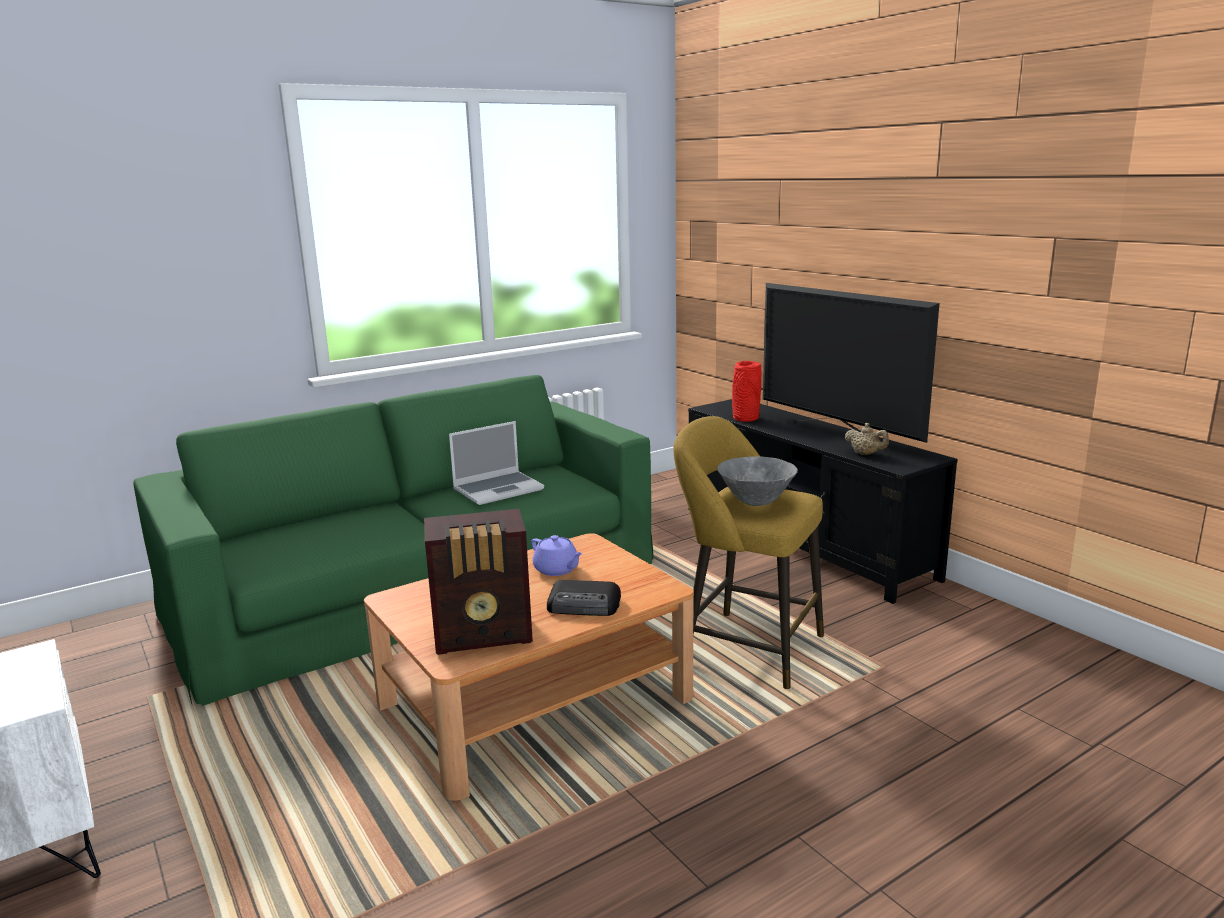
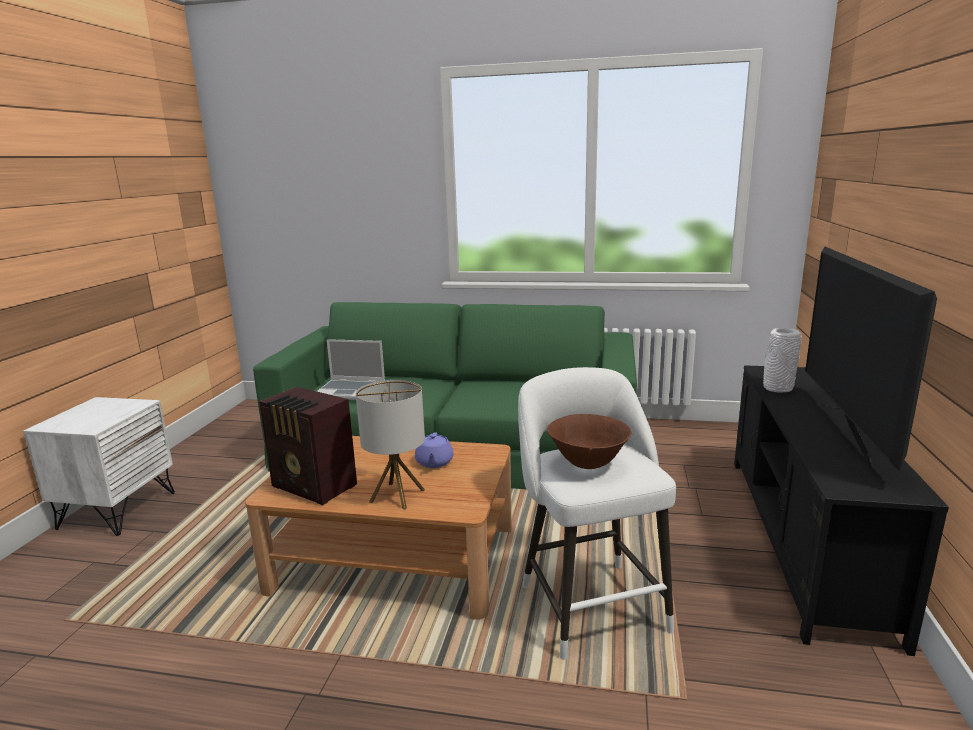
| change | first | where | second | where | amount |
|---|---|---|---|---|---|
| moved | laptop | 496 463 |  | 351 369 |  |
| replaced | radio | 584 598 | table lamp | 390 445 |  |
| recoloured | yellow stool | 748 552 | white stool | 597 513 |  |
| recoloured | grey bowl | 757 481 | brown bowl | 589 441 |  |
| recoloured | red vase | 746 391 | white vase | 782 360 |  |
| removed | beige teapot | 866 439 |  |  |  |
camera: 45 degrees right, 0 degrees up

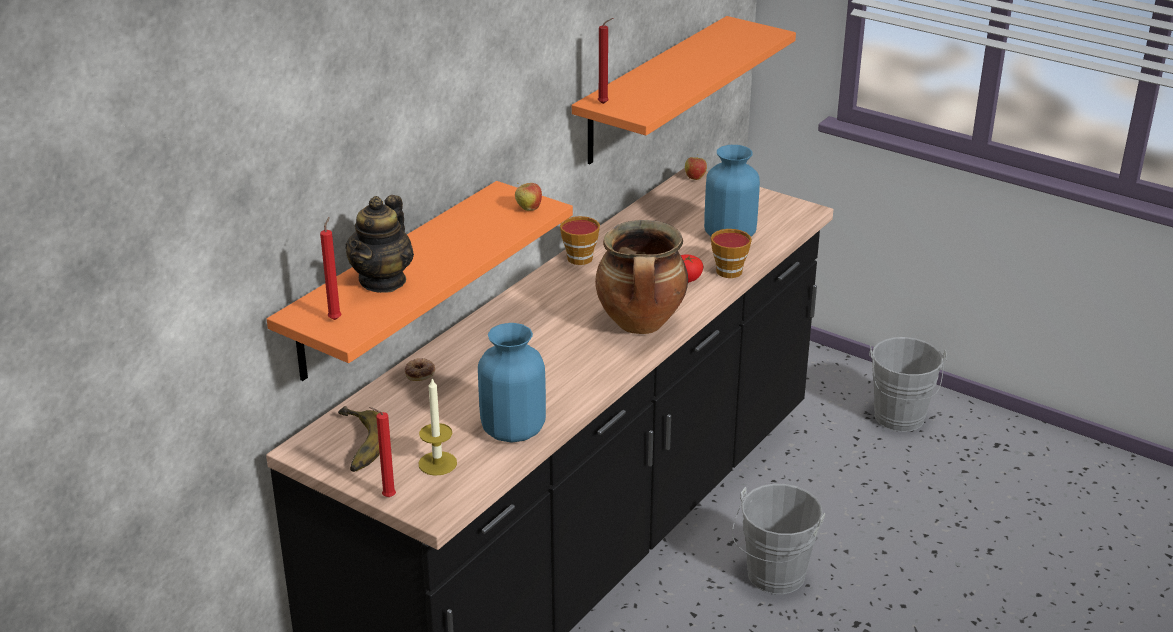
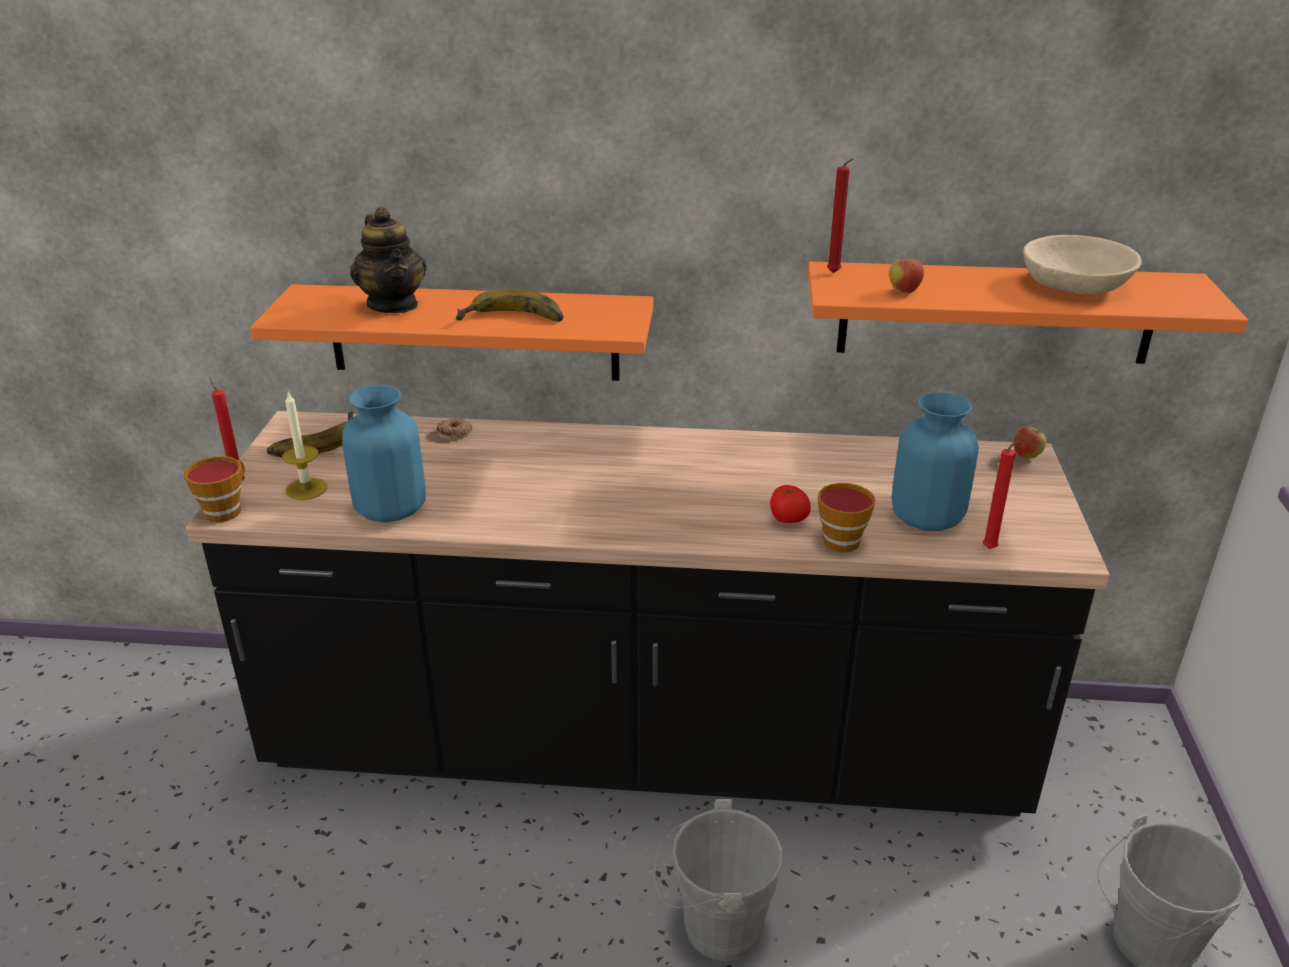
| change | first | where | second | where | amount |
|---|---|---|---|---|---|
| moved | cup | 580 240 |  | 214 489 |  |
| turned | teapot | 379 244 |  | 388 260 | 105 degrees counterclockwise |
| added |  |  | banana | 509 305 |  |
| moved | apple | 528 197 |  | 906 274 |  |
| moved | red candle | 330 268 |  | 1003 493 |  |
| added |  |  | beige bowl | 1082 264 |  |
| removed | cooking pot | 641 277 |  |  |  |
camera: 60 degrees right, 0 degrees up

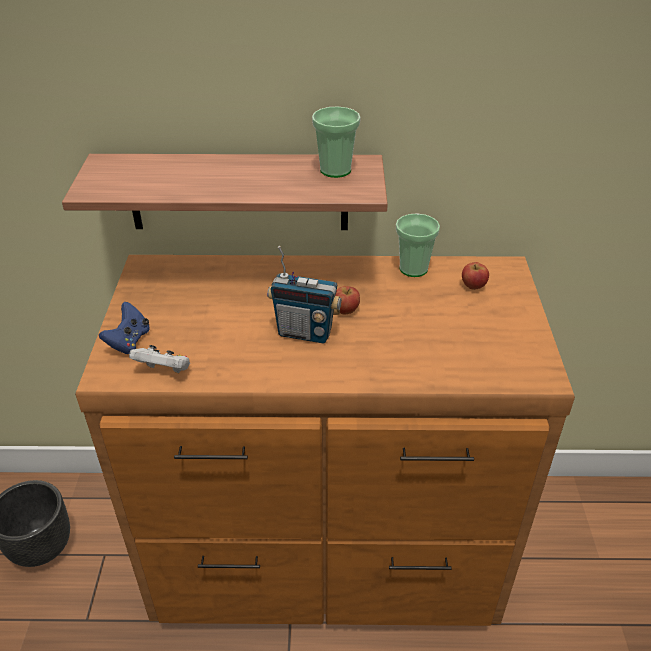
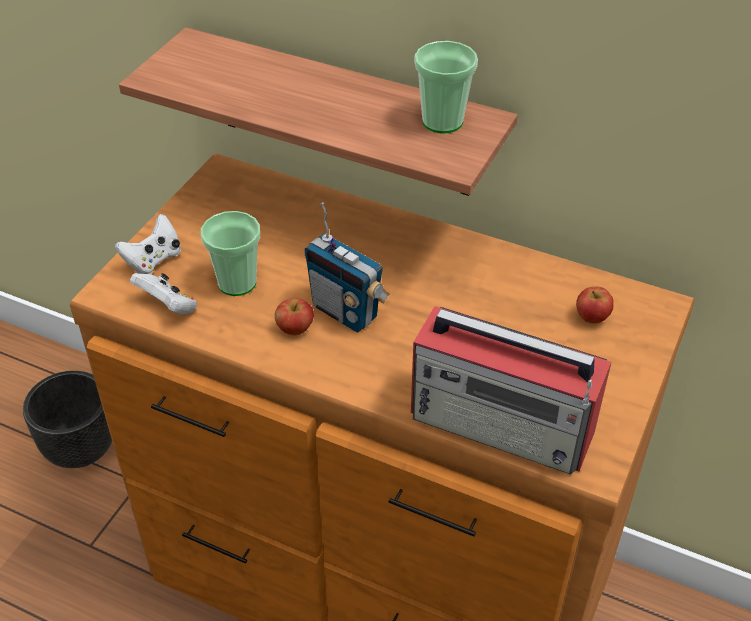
| change | first | where | second | where | amount |
|---|---|---|---|---|---|
| recoloured | blue game controller | 124 328 | white game controller | 148 244 |  |
| moved | cup | 418 245 |  | 230 253 |  |
| moved | apple | 348 300 |  | 294 316 |  |
| added |  |  | radio | 511 390 |  |
camera: 25 degrees right, 5 degrees up

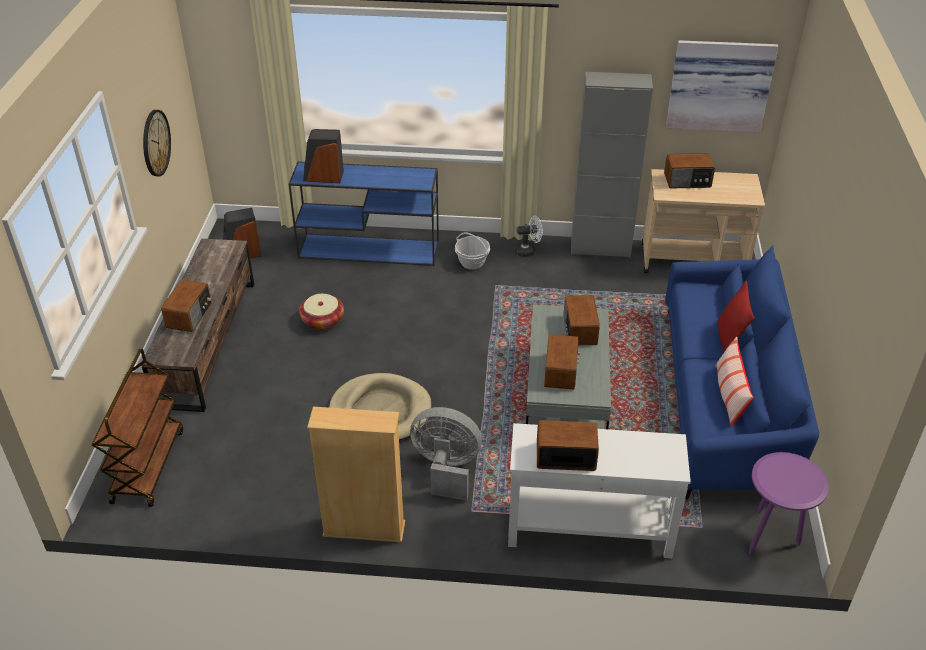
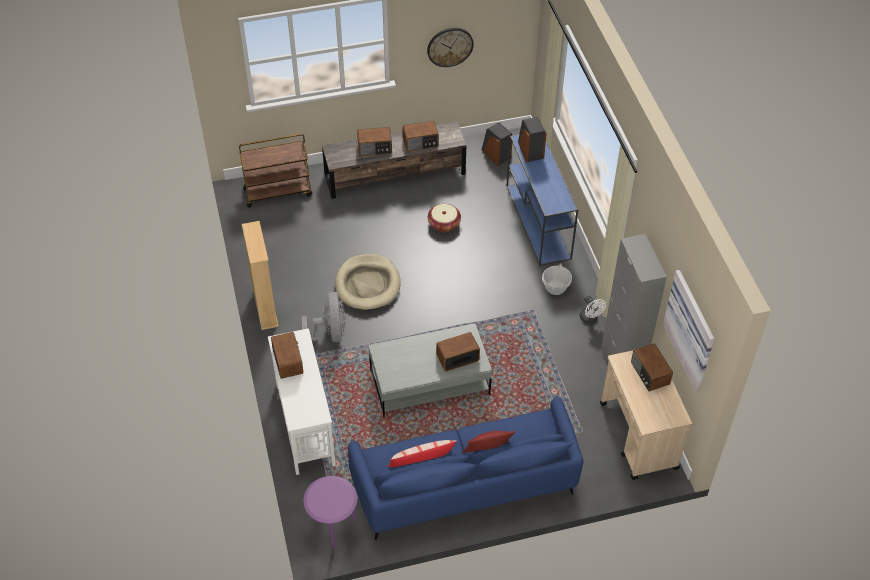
| change | first | where | second | where | amount |
|---|---|---|---|---|---|
| moved | radio | 562 361 |  | 420 136 |  |
camera: 70 degrees right, 10 degrees up

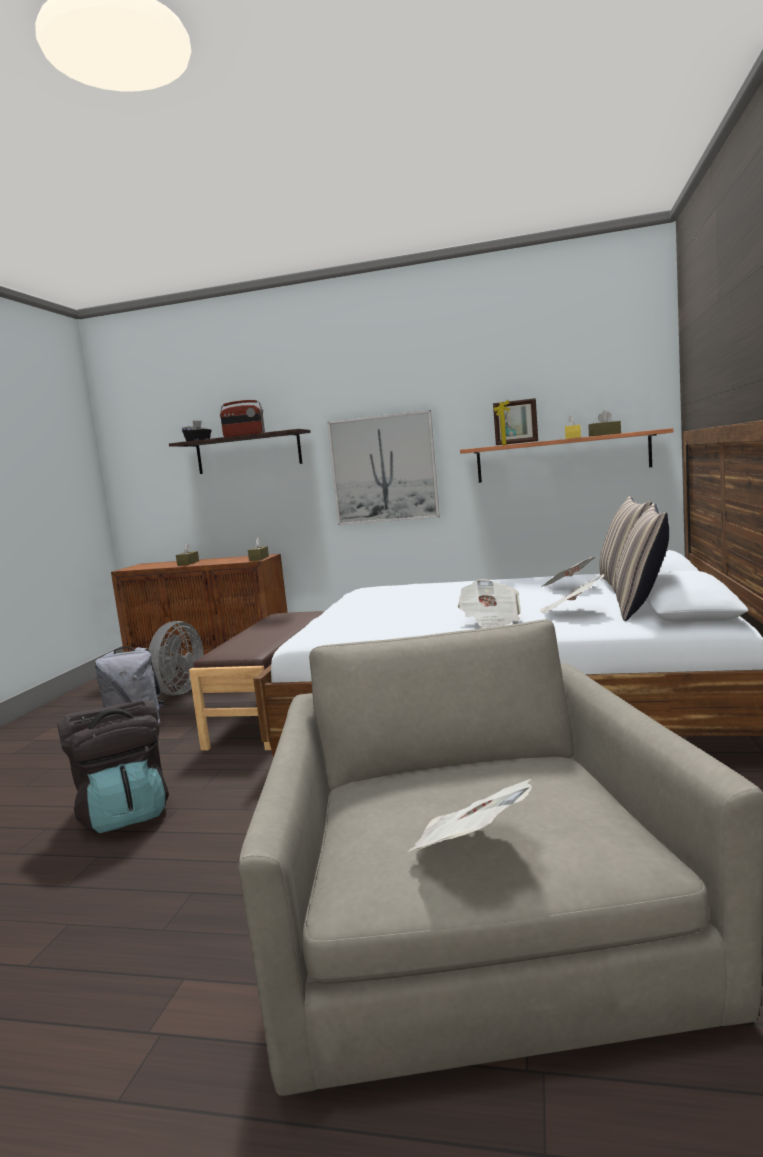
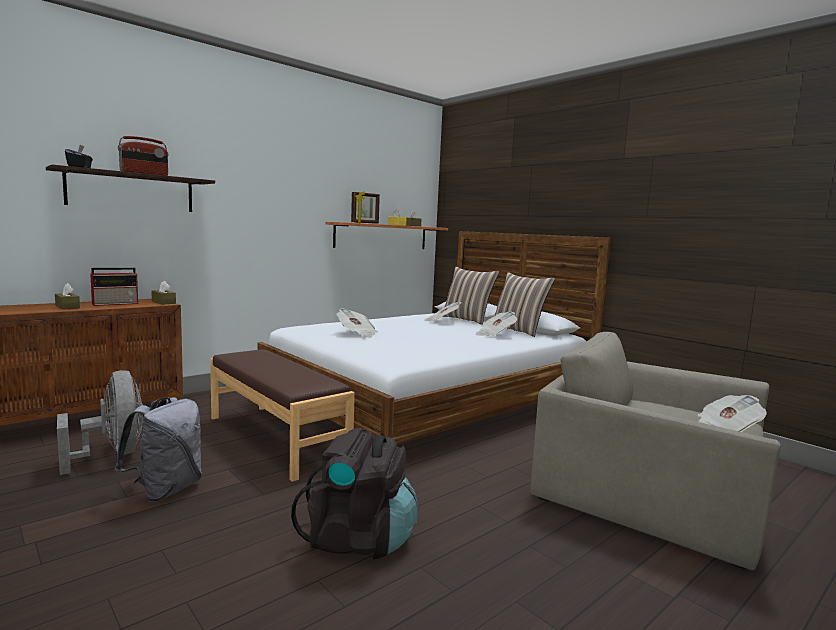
| change | first | where | second | where | amount |
|---|---|---|---|---|---|
| added |  |  | radio | 114 287 |  |
| moved | newspaper | 489 603 |  | 357 323 |  |
| removed | picture | 383 467 |  |  |  |
camera: 55 degrees left, 0 degrees up

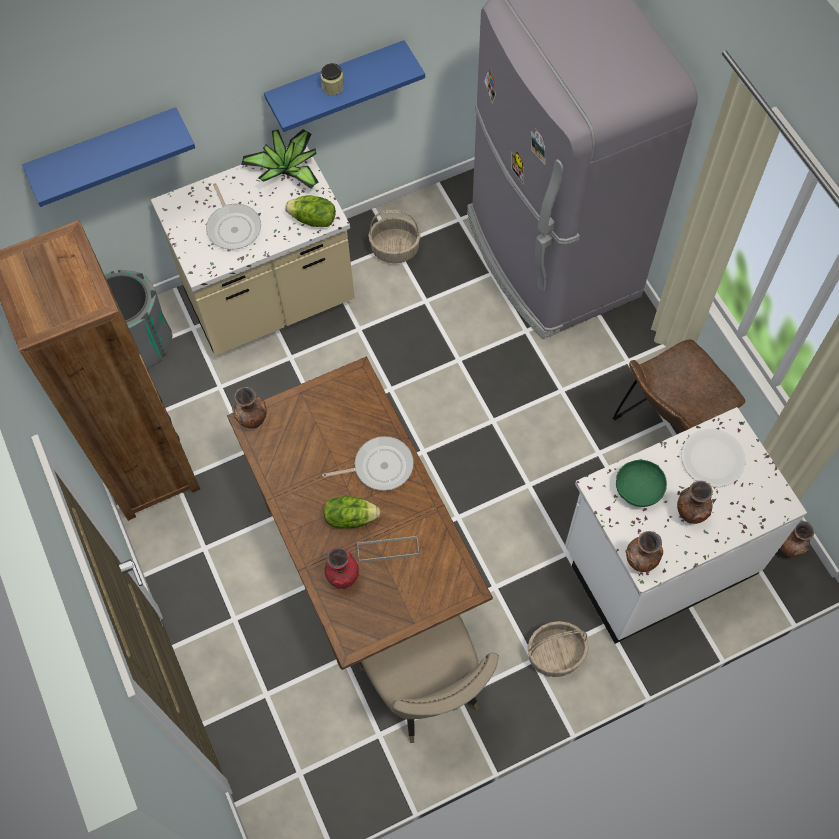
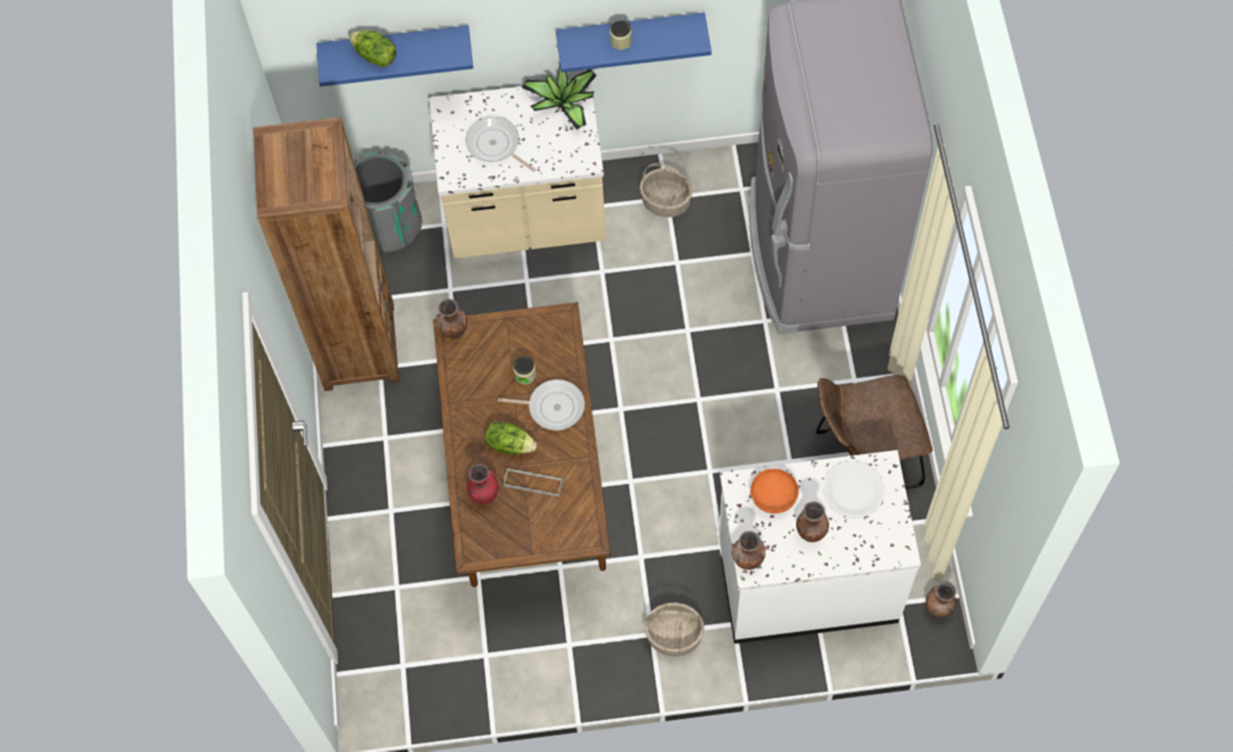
| change | first | where | second | where | amount |
|---|---|---|---|---|---|
| moved | lettuce | 310 211 |  | 372 48 |  |
| turned | frying pan | 233 216 |  | 501 144 | 135 degrees clockwise |
| added |  |  | jar | 524 370 |  |
| recoloured | green bowl | 641 483 | orange bowl | 774 491 |  |
| removed | beige chair | 429 679 |  |  |  |
camera: 20 degrees right, 0 degrees up

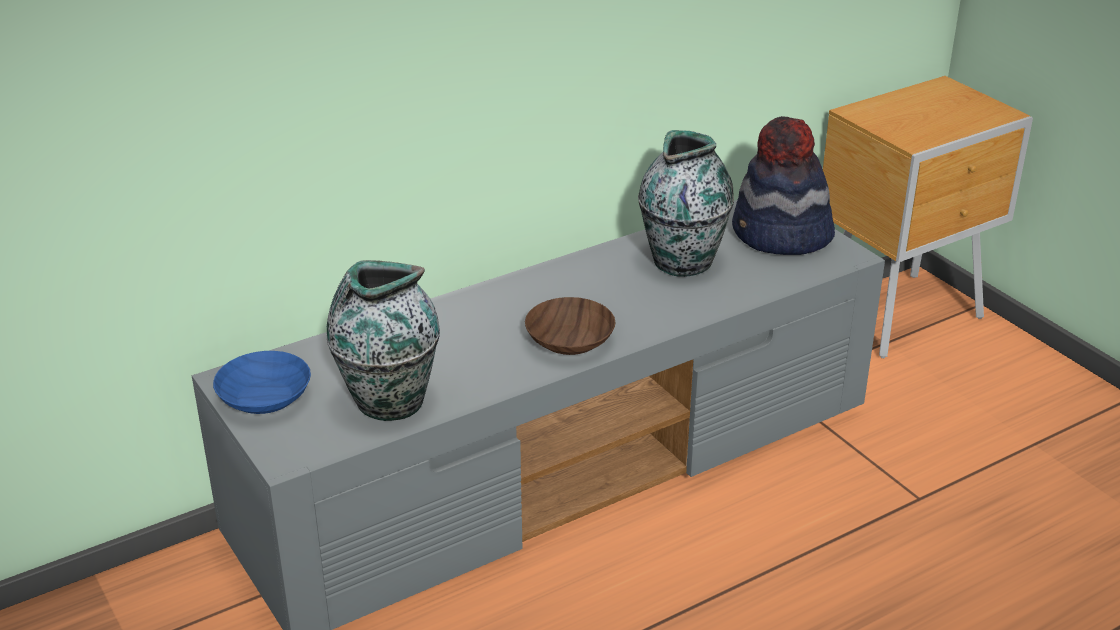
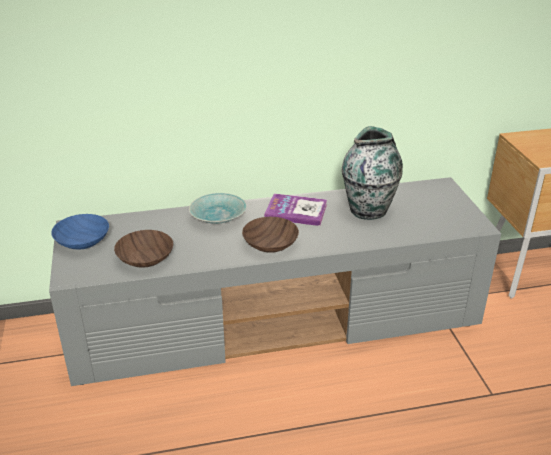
| change | first | where | second | where | amount |
|---|---|---|---|---|---|
| replaced | vase | 383 340 | brown bowl | 143 249 |  |
| added |  |  | turquoise bowl | 218 208 |  |
| added |  |  | book | 295 210 |  |
| removed | hat | 783 185 |  |  |  |
camera: 20 degrees right, 0 degrees up

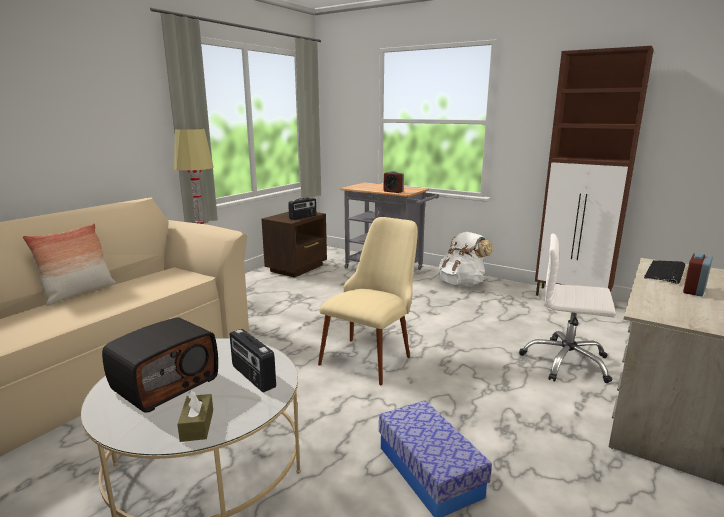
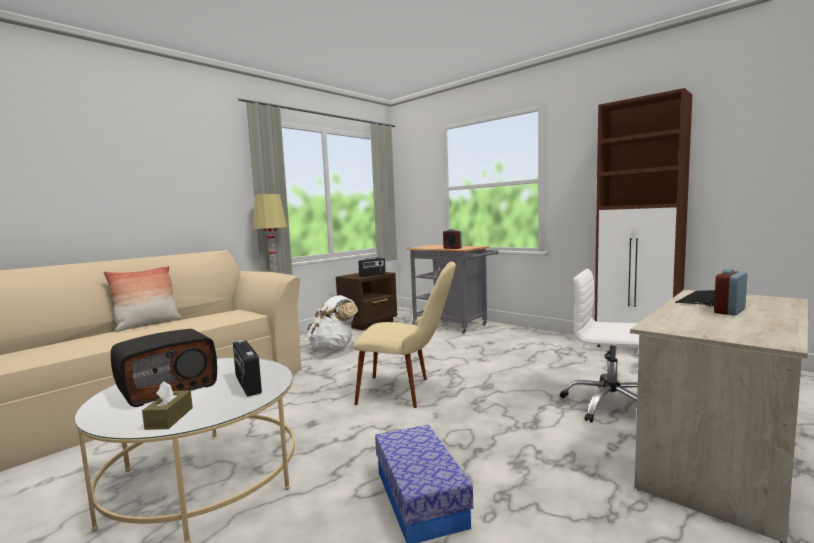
| change | first | where | second | where | amount |
|---|---|---|---|---|---|
| moved | white backpack | 466 259 |  | 332 323 |  |
| turned | beige chair | 368 301 |  | 405 334 | 60 degrees clockwise |
camera: 10 degrees right, 10 degrees down

